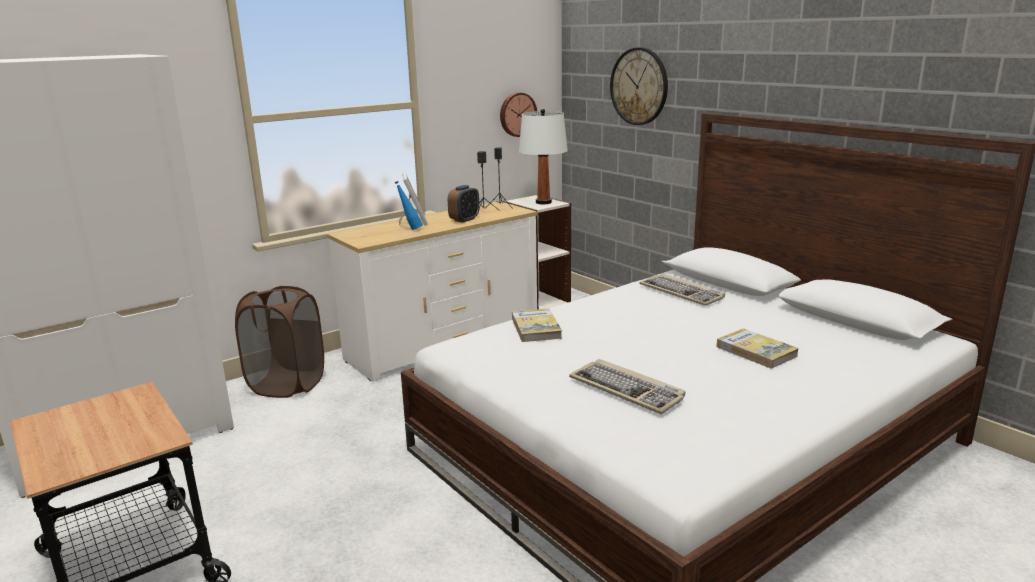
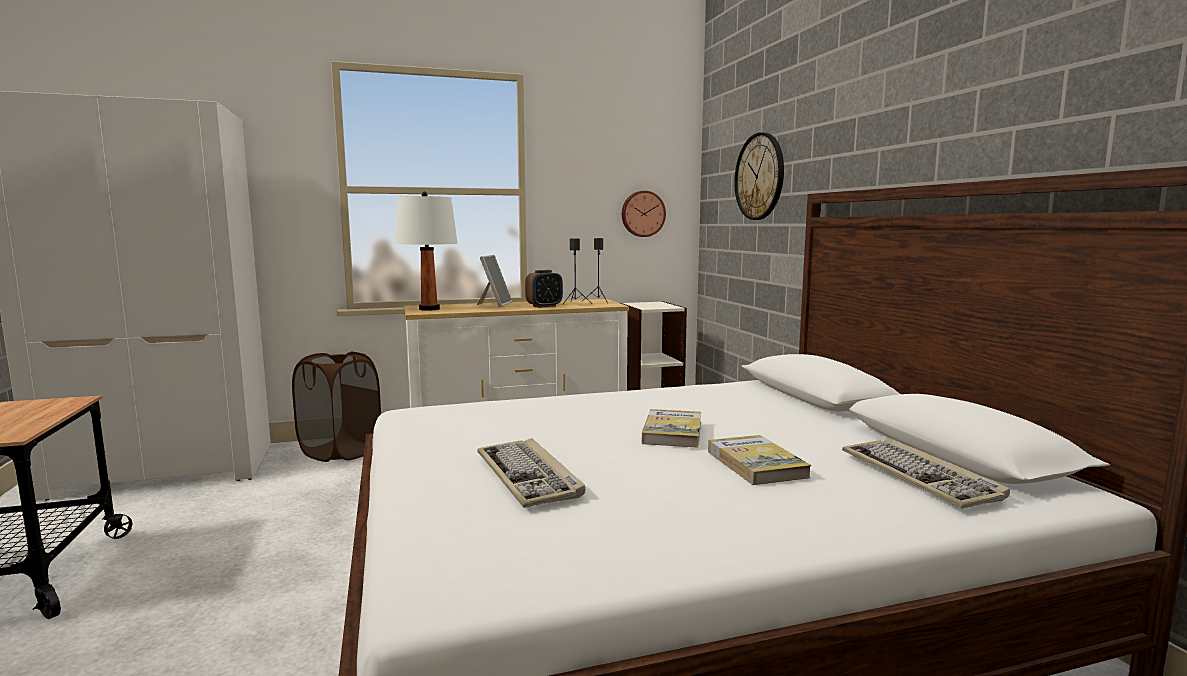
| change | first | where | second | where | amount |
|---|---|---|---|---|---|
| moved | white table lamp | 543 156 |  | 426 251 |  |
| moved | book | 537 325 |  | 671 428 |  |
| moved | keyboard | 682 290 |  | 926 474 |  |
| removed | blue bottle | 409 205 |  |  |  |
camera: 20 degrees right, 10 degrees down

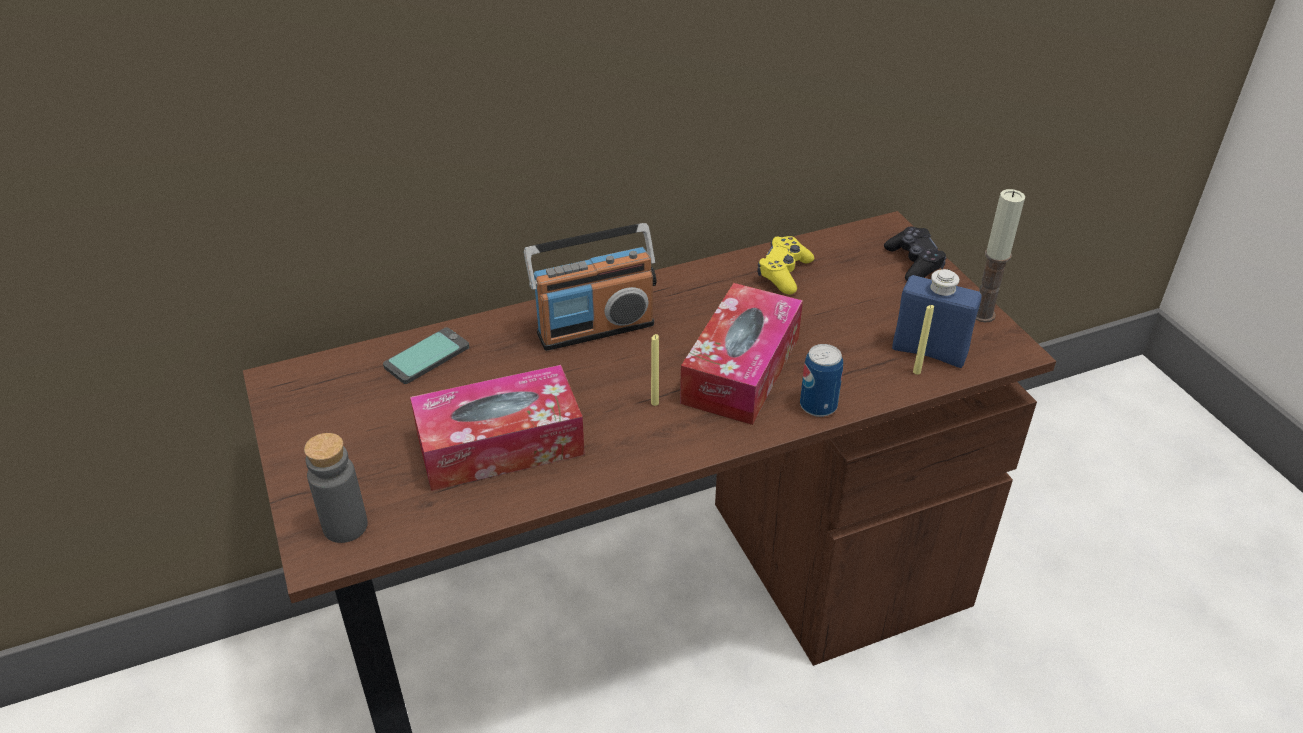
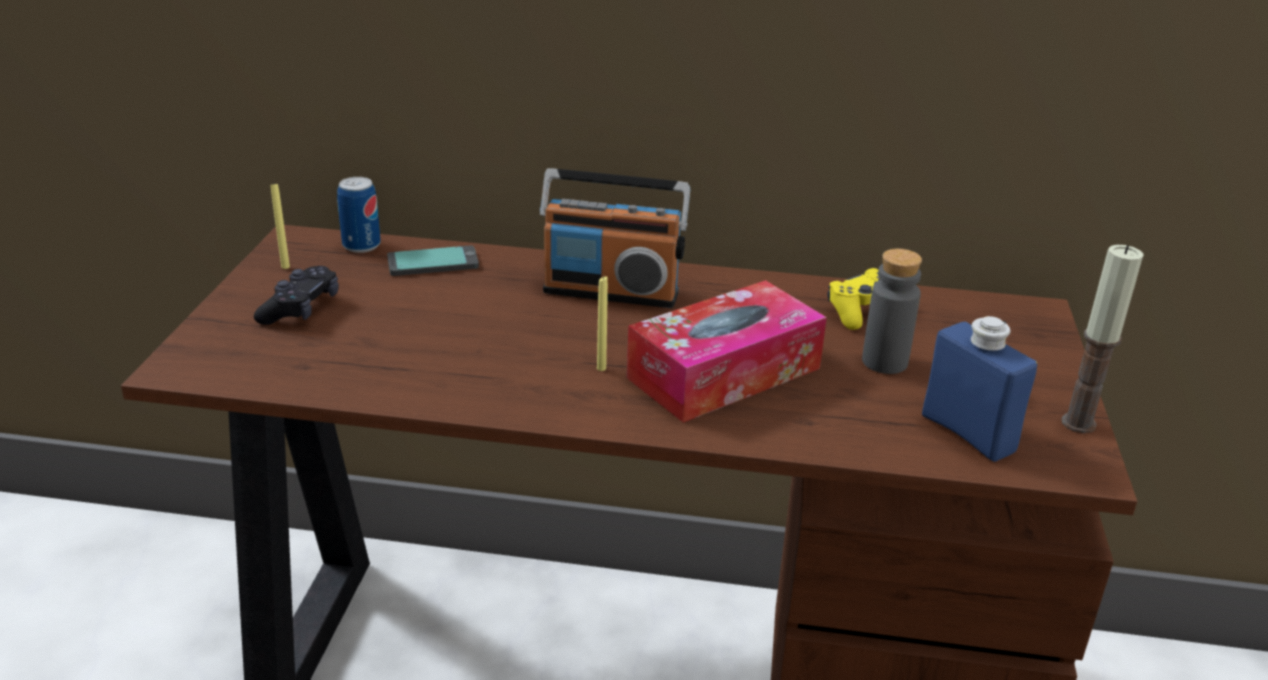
| change | first | where | second | where | amount |
|---|---|---|---|---|---|
| moved | black game controller | 915 254 |  | 296 295 |  |
| moved | yellow candle | 923 340 |  | 280 226 |  |
| moved | can | 821 380 |  | 359 215 |  |
| moved | grey bottle | 336 488 |  | 892 311 |  |
| removed | tissue box | 497 428 |  |  |  |
camera: 30 degrees right, 10 degrees down

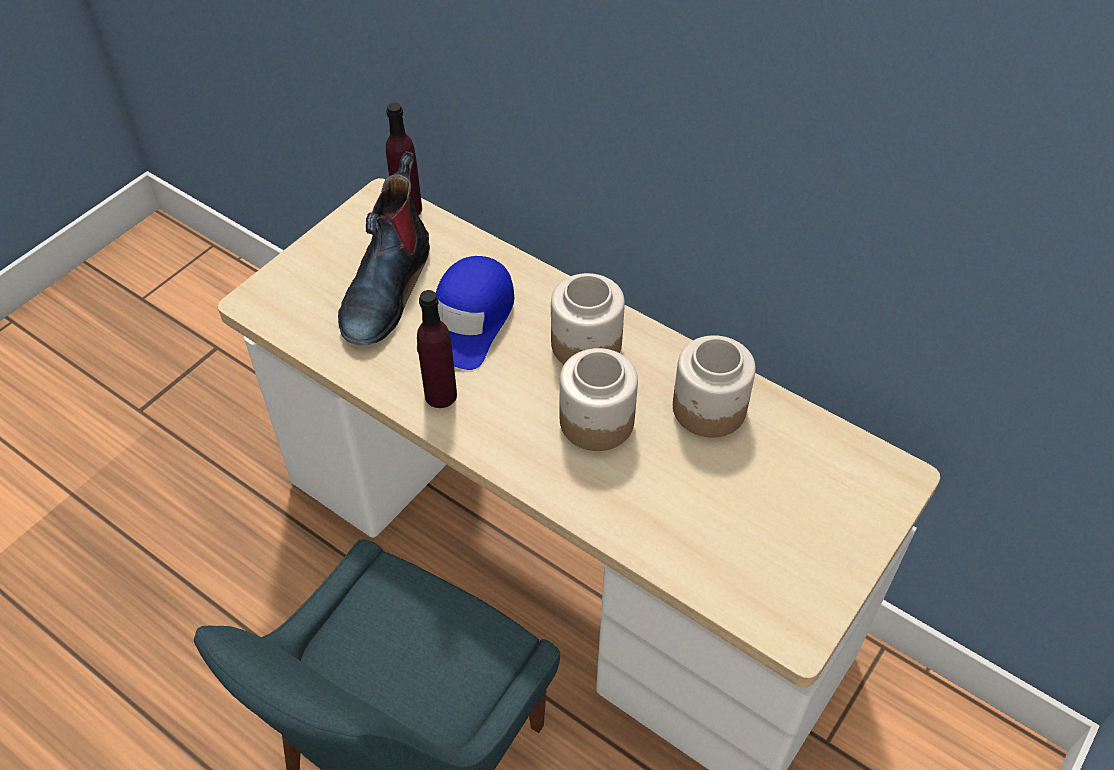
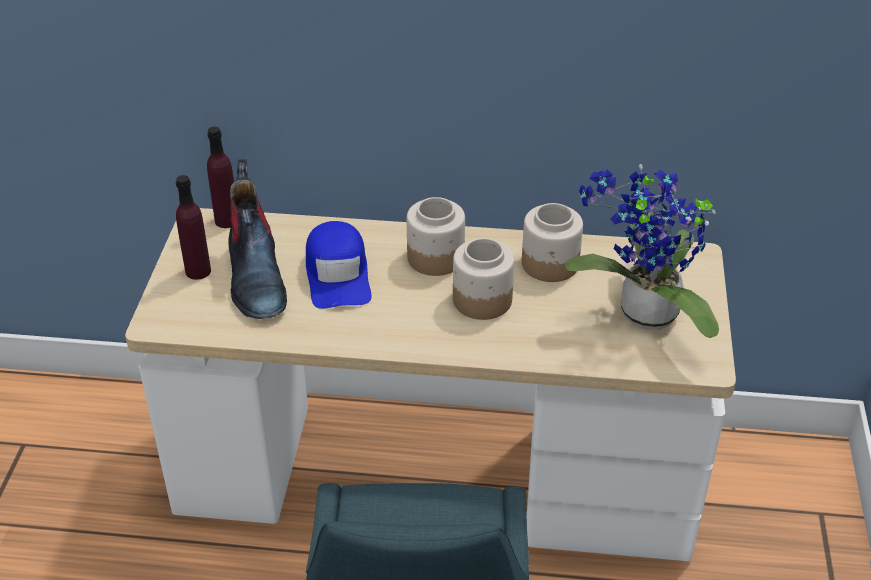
| change | first | where | second | where | amount |
|---|---|---|---|---|---|
| moved | purple bottle | 437 349 |  | 193 227 |  |
| added |  |  | potted plant | 641 251 |  |
camera: 30 degrees left, 10 degrees down

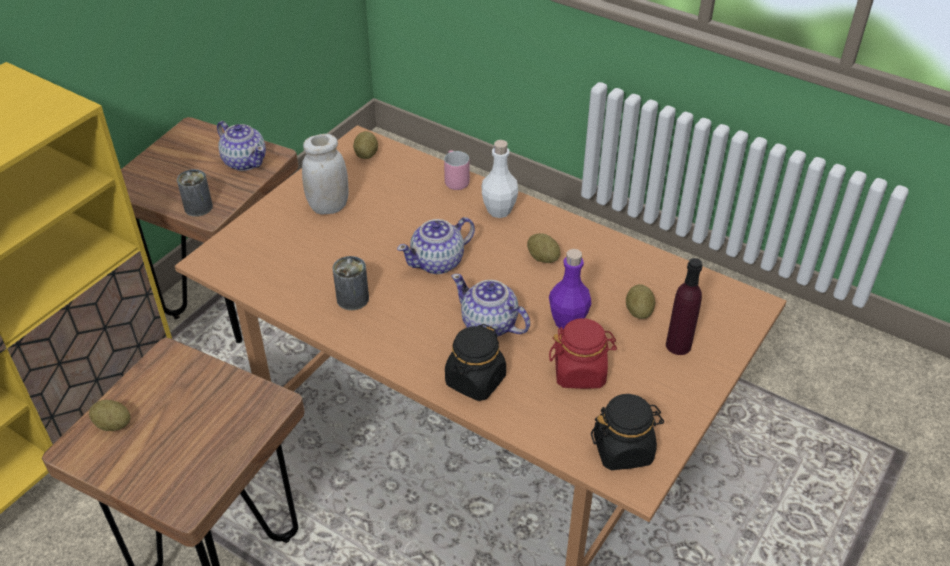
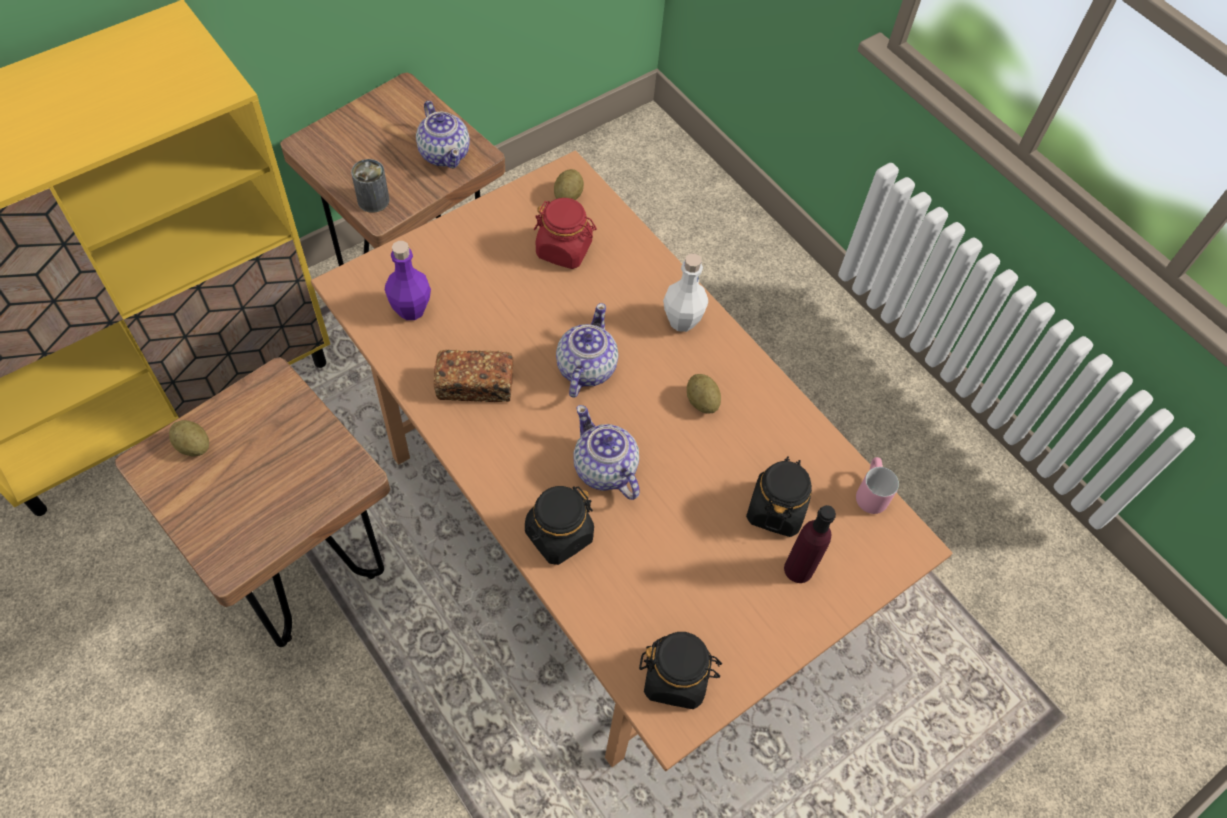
| change | first | where | second | where | amount |
|---|---|---|---|---|---|
| moved | purple bottle | 570 289 |  | 408 280 |  |
| replaced | can | 350 283 | bread | 473 376 |  |
| moved | red jar | 583 353 |  | 565 233 |  |
| turned | teapot | 436 245 |  | 587 350 | 120 degrees clockwise |
| replaced | potato | 641 301 | black jar | 779 496 |  |
| moved | pink mug | 457 170 |  | 877 485 |  |
| removed | white jar | 325 174 |  |  |  |
camera: 15 degrees right, 15 degrees up

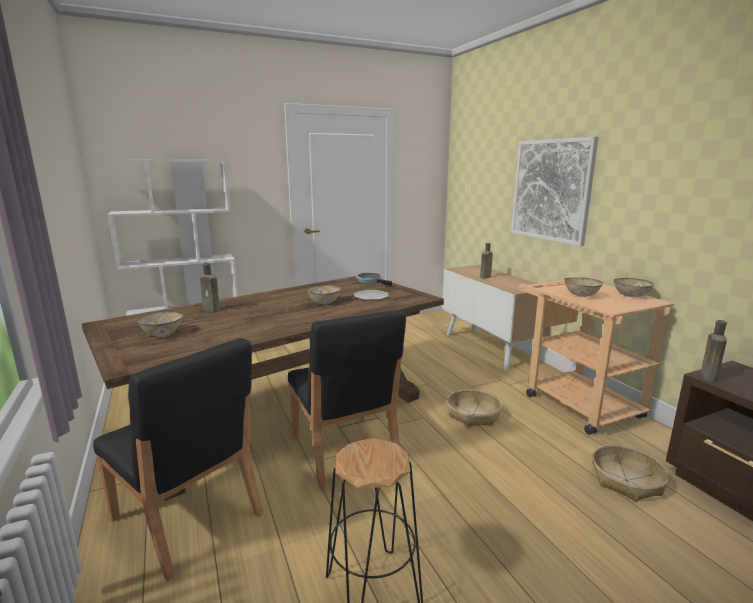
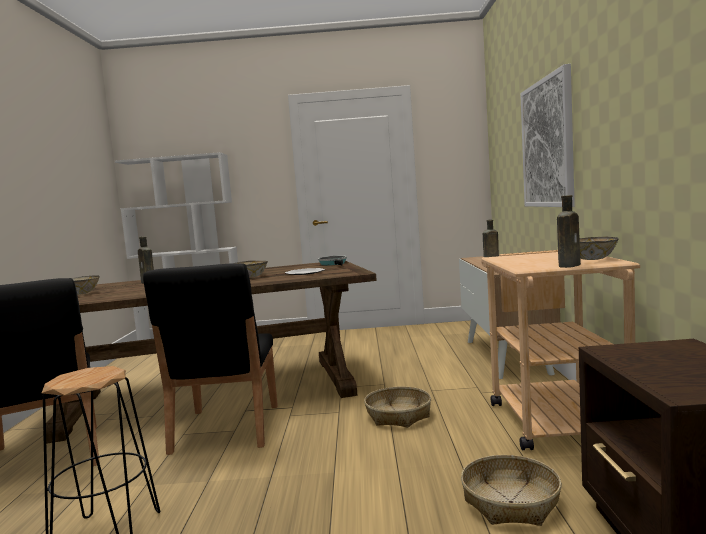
| change | first | where | second | where | amount |
|---|---|---|---|---|---|
| moved | brown bottle | 714 351 |  | 569 231 |  |
| removed | bowl | 584 287 |  |  |  |
camera: 25 degrees right, 10 degrees down

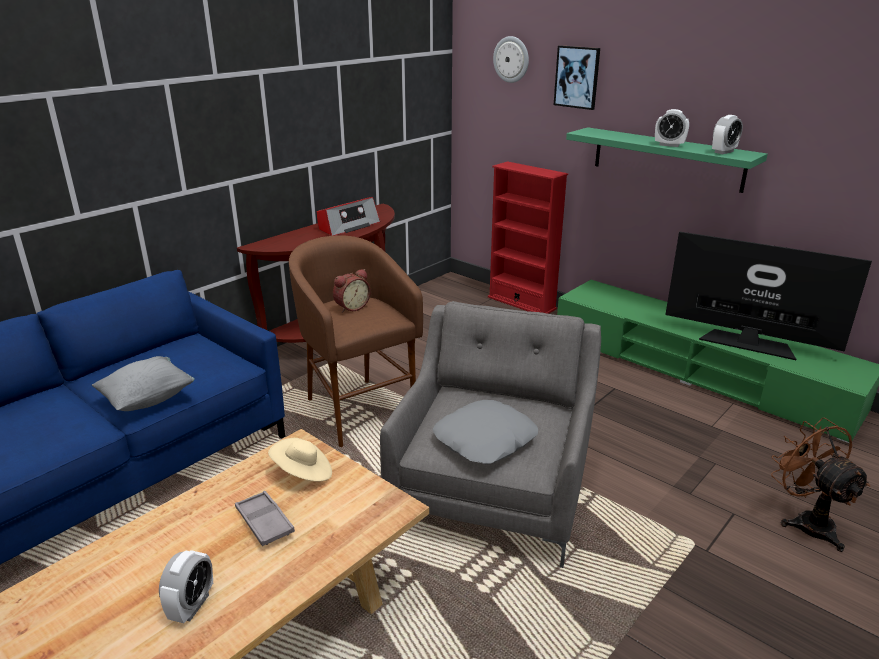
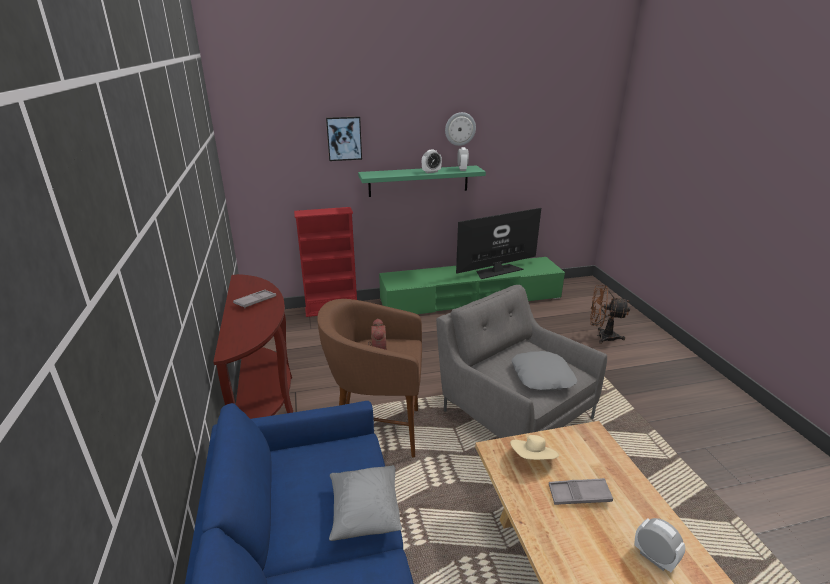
| change | first | where | second | where | amount |
|---|---|---|---|---|---|
| replaced | radio | 348 216 | grey tray | 254 299 |  |
| moved | wall clock | 511 59 |  | 460 129 |  |
camera: 55 degrees left, 0 degrees up

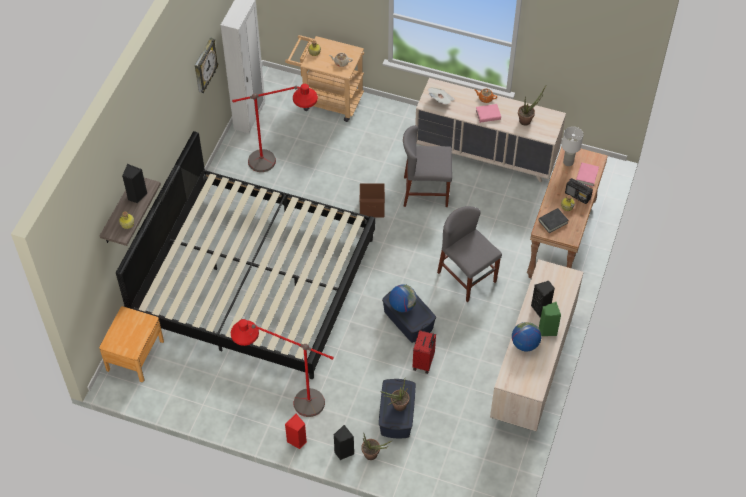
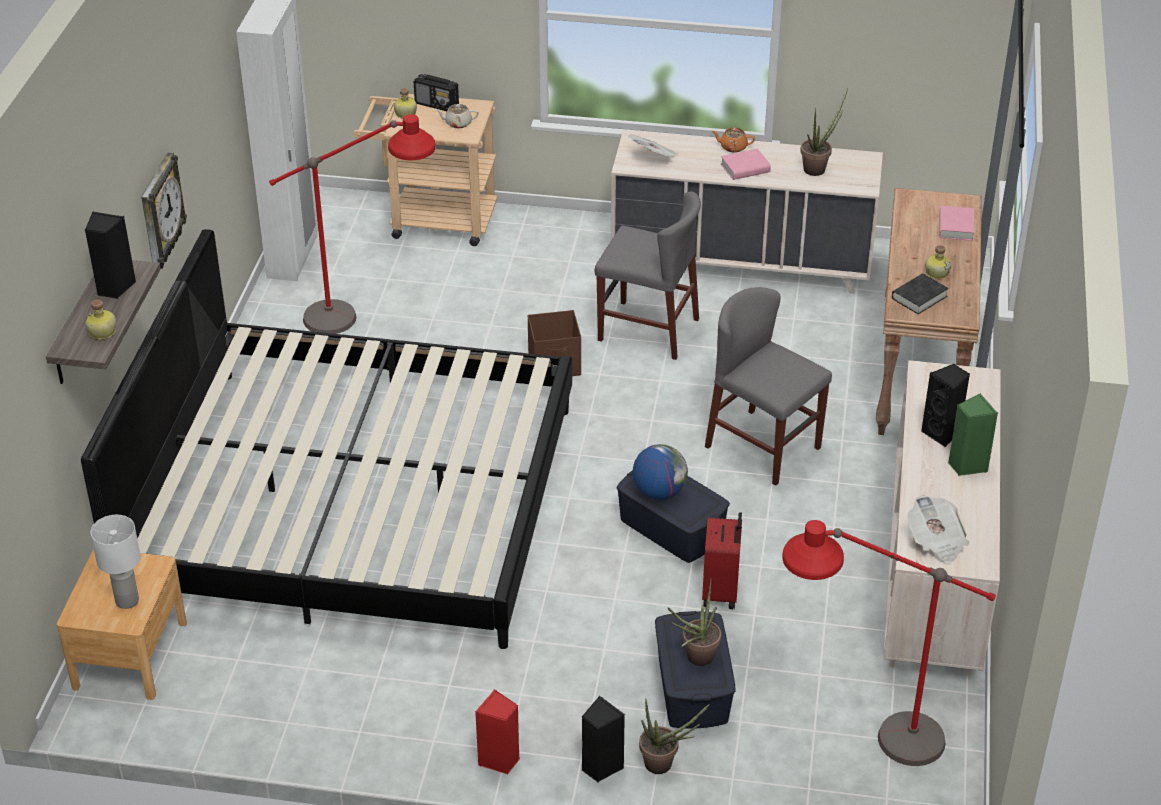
| change | first | where | second | where | amount |
|---|---|---|---|---|---|
| moved | white table lamp | 572 146 |  | 115 562 |  |
| moved | wall clock | 207 65 |  | 164 211 |  |
| moved | radio | 579 191 |  | 436 92 |  |
| turned | grey chair | 427 166 |  | 648 276 | 150 degrees counterclockwise |
| moved | red floor lamp | 282 368 |  | 889 643 |  |
| added |  |  | newspaper | 938 530 |  |
| removed | globe | 526 337 |  |  |  |
camera: 10 degrees left, 15 degrees down

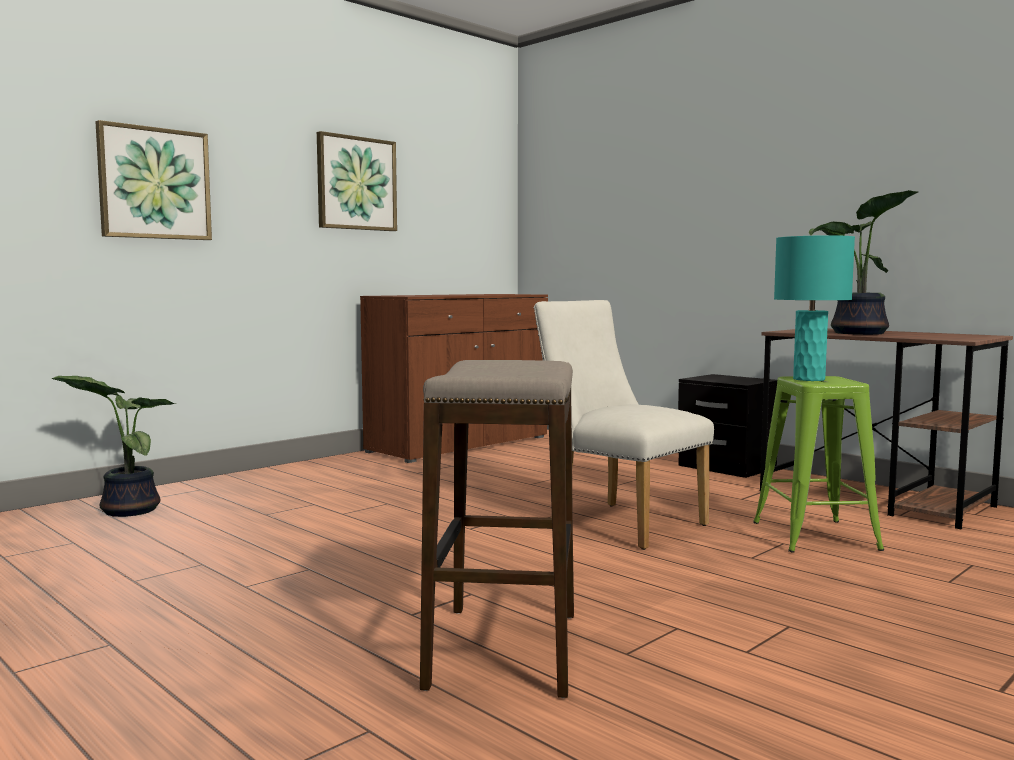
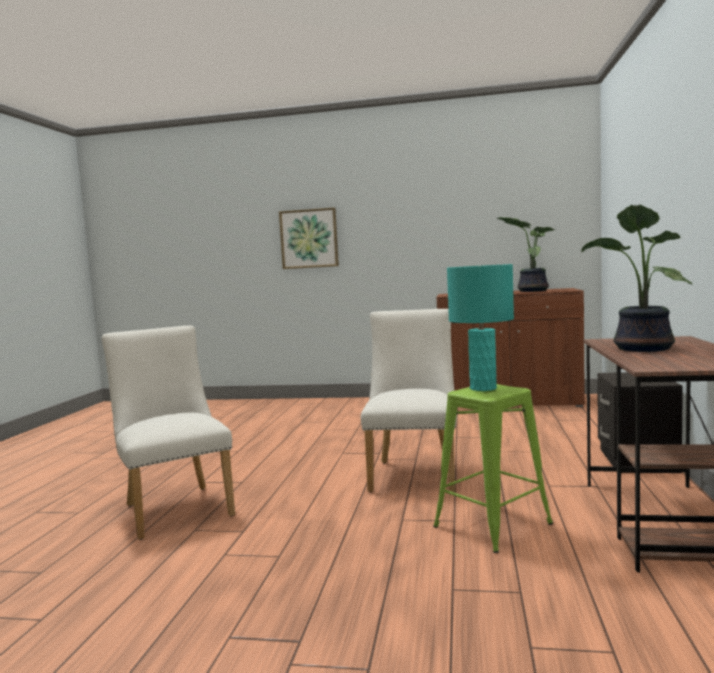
| change | first | where | second | where | amount |
|---|---|---|---|---|---|
| replaced | stool | 497 529 | white chair | 168 433 |  |
| moved | potted plant | 113 446 |  | 526 254 |  |
| removed | picture | 357 181 |  |  |  |
camera: 55 degrees right, 0 degrees up

